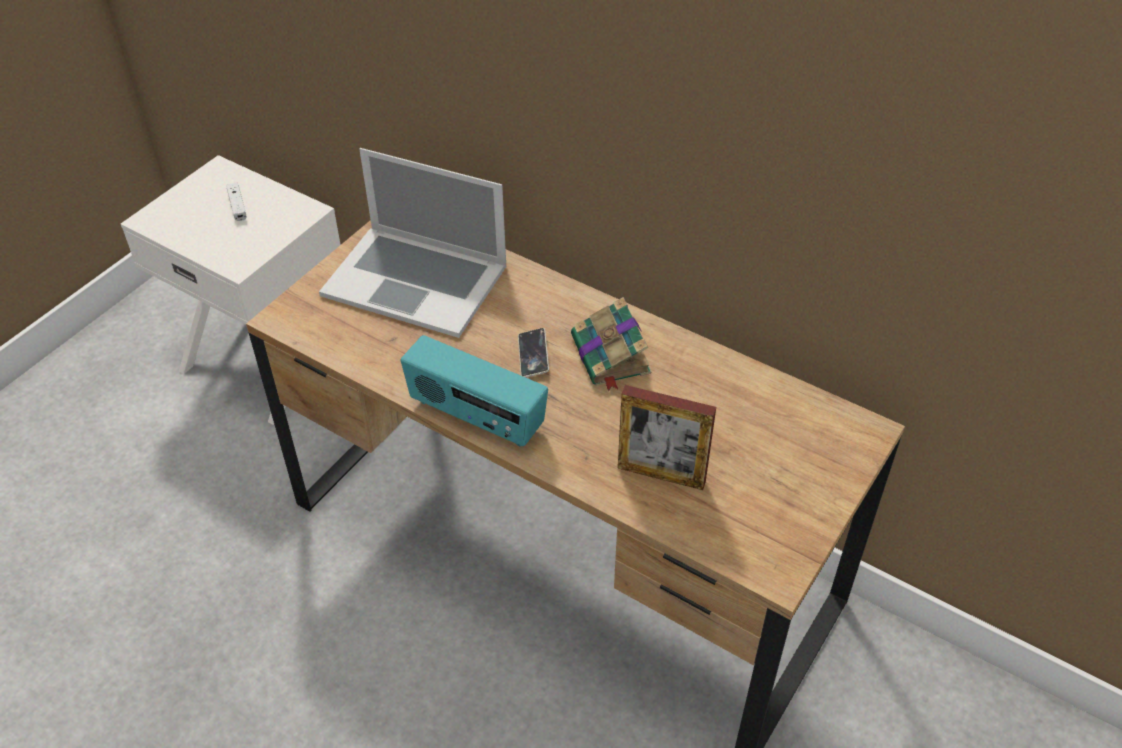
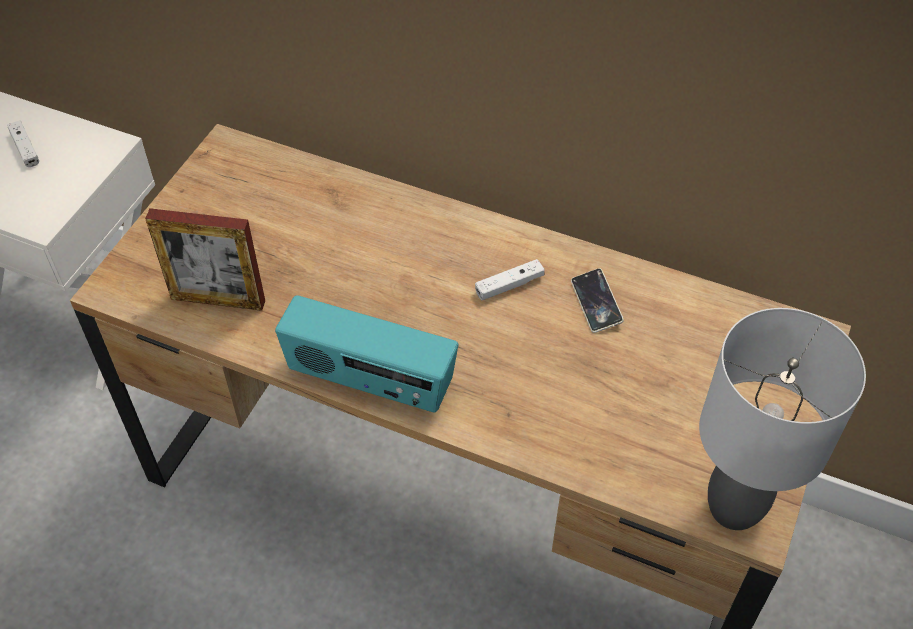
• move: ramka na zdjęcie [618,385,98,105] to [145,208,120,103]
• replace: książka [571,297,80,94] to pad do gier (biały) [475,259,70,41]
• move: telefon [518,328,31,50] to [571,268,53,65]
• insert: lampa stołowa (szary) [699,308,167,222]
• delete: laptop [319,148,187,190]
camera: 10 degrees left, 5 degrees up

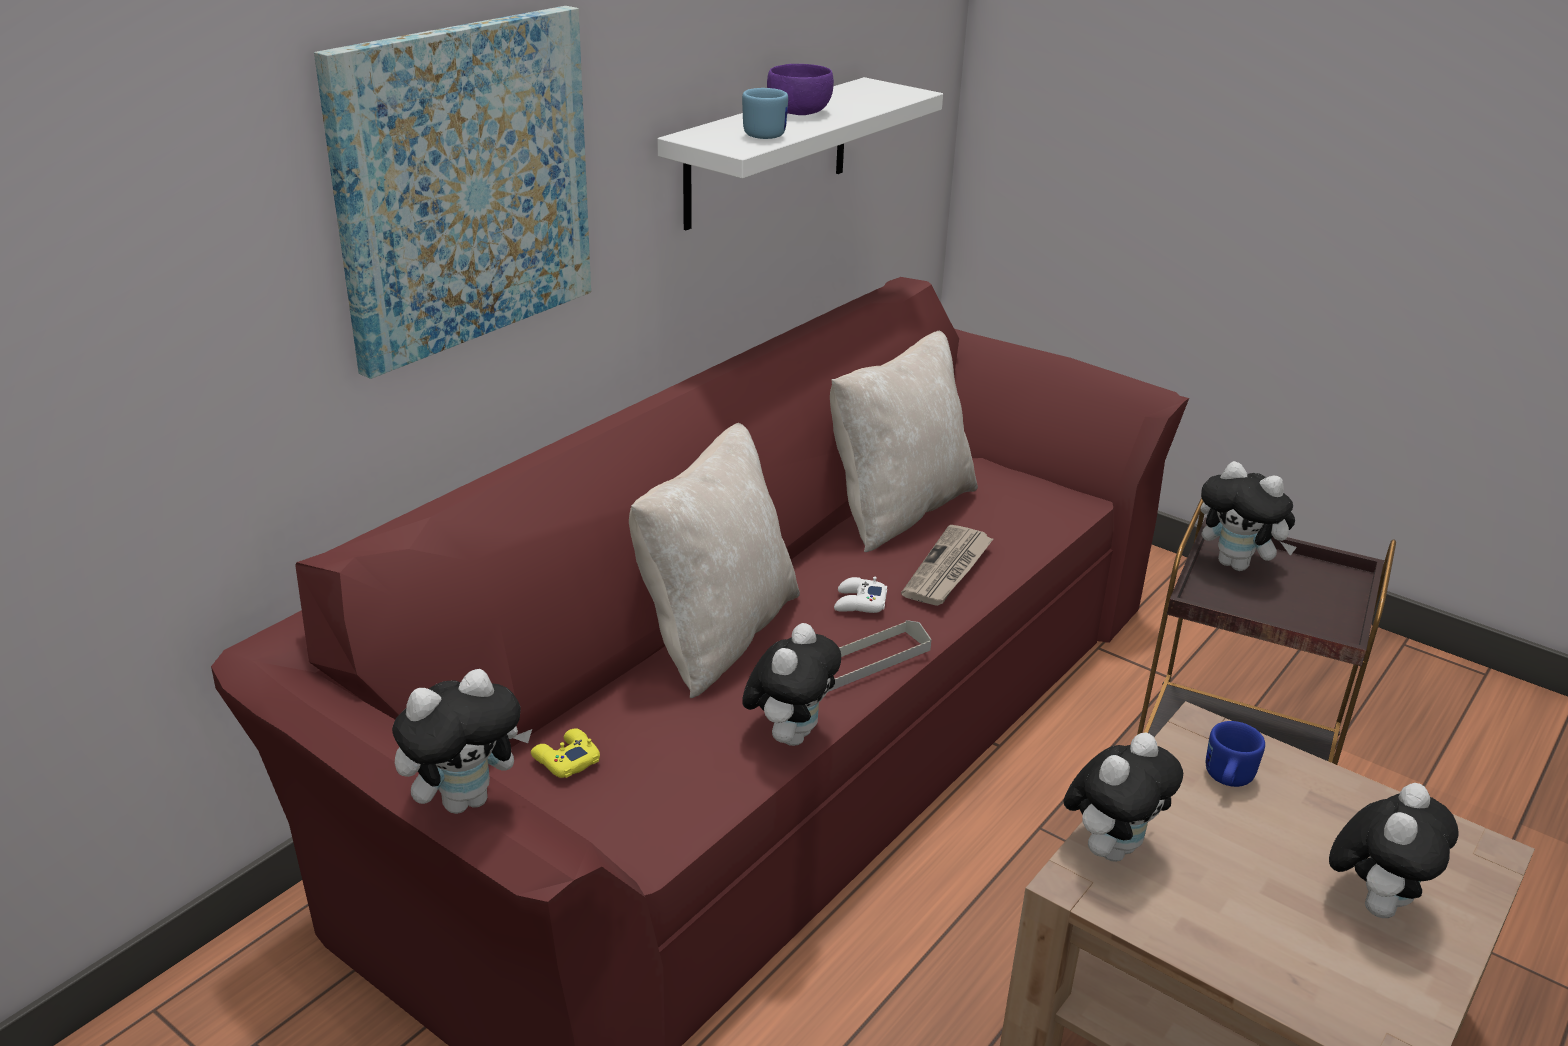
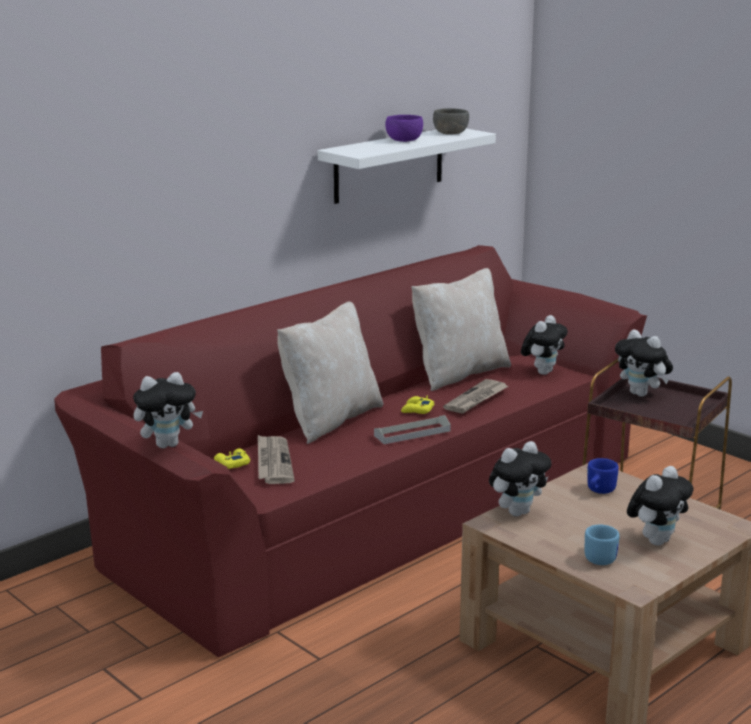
• insert: gazeta [258,435,37,49]
• recolor: pad do gier (biały) [834,577,53,36] to pad do gier (żółty) [401,396,33,18]
• insert: miska (szary) [433,108,36,27]
• move: pluszak [742,623,99,123] to [521,315,47,60]
• move: kubek (niebieski) [742,88,46,51] to [585,525,34,40]
• delete: obraz [314,6,277,373]
camera: 10 degrees right, 10 degrees down

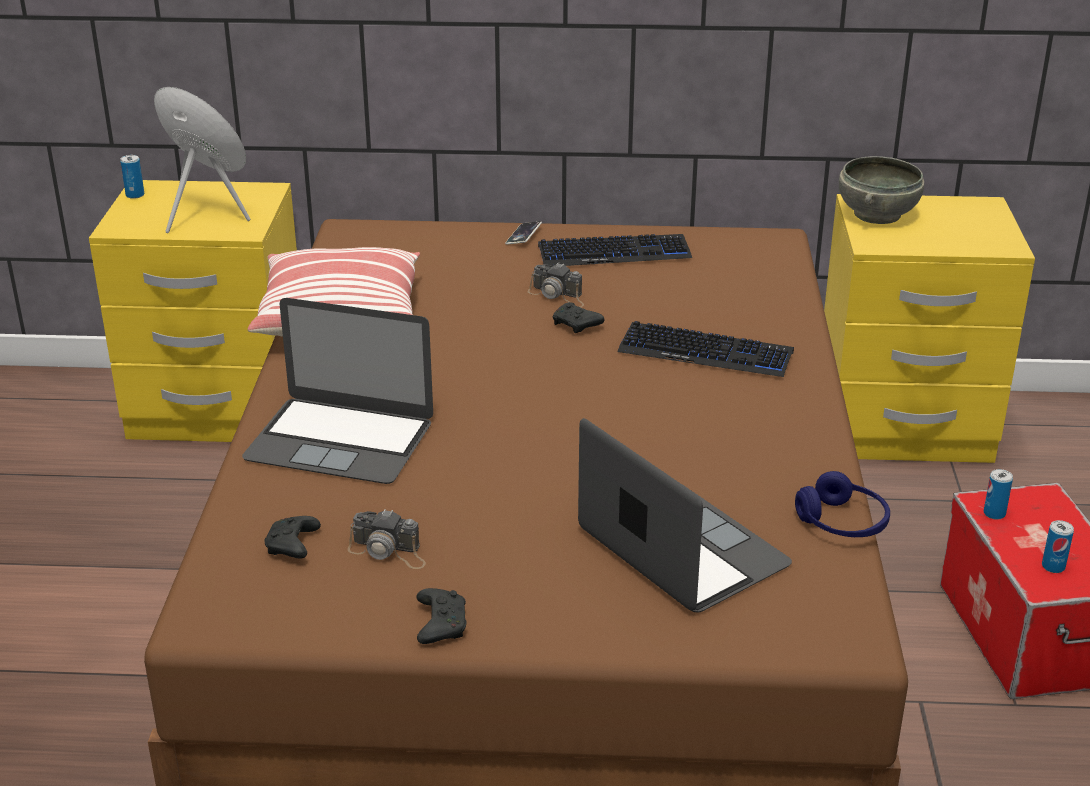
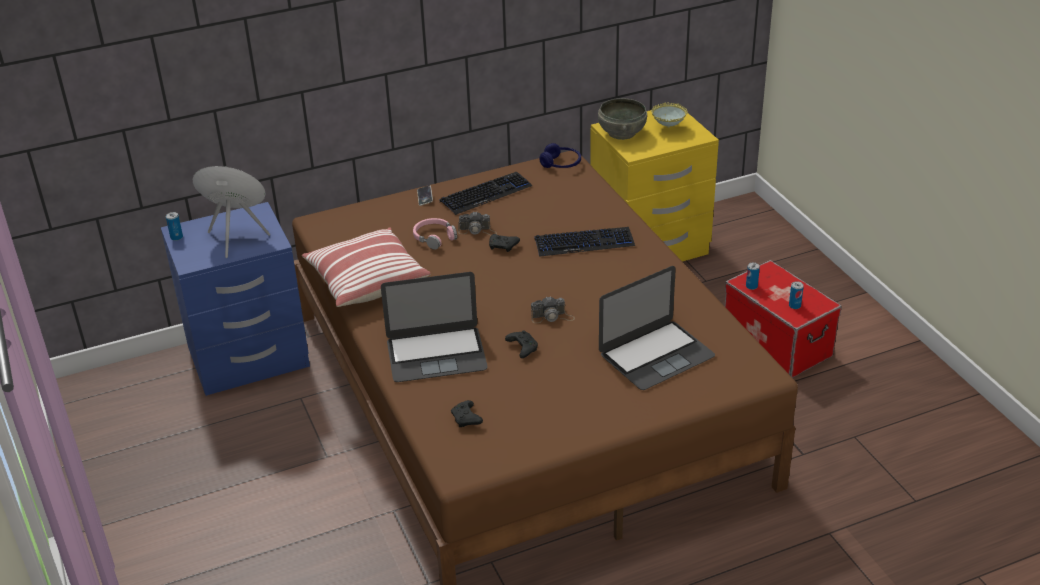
• recolor: szafka nocna (żółty) [89,180,208,262] to szafka nocna (niebieski) [161,202,149,194]
• insert: słuchawki (różowy) [413,218,44,32]
• move: pad do gier (czarny) [416,588,51,56] to [505,330,33,28]
• move: aparat fotograficzny [348,509,78,60] to [531,296,44,27]
• move: słuchawki (niebieski) [795,471,95,66] to [539,143,42,25]
• rotate: laptop [578,418,214,195] = [599,266,116,124] 120 degrees clockwise
• insert: miska [651,102,36,26]
camera: 25 degrees left, 5 degrees up

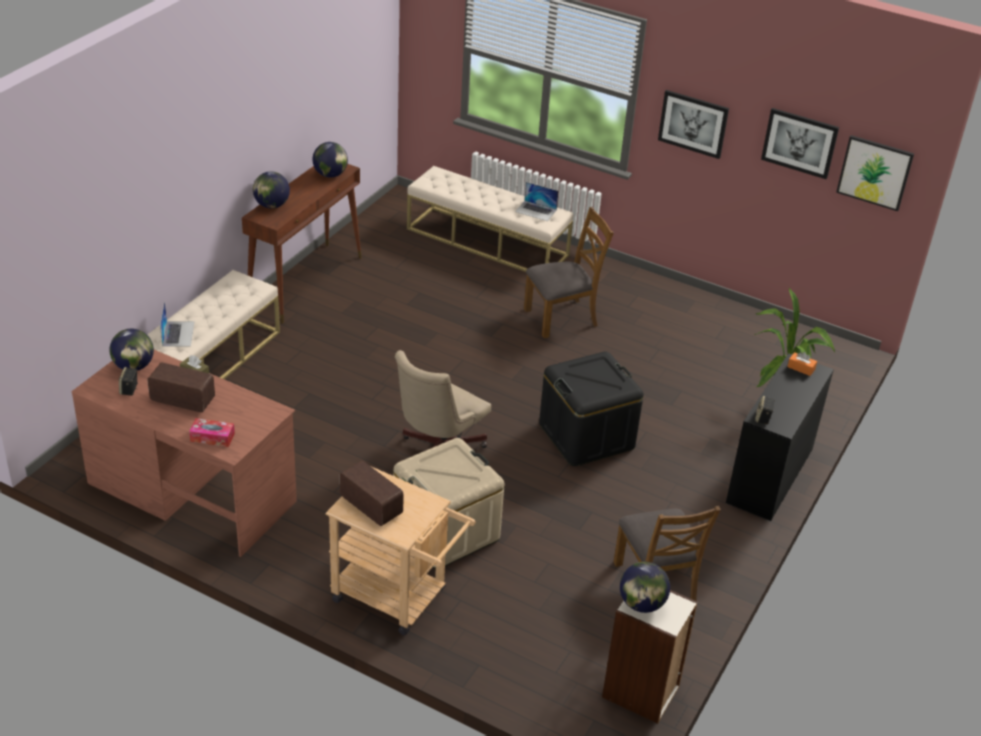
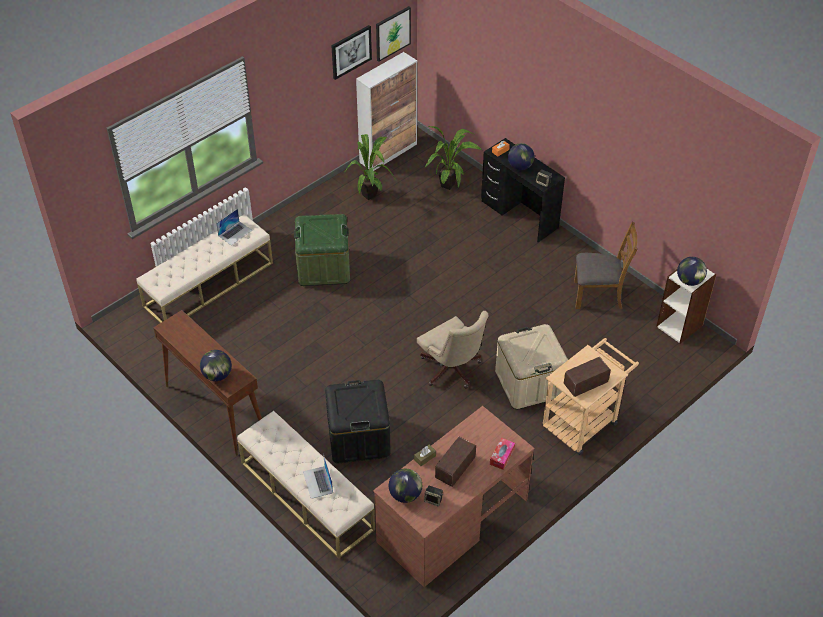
• replace: krzesło (brązowy) [524,207,90,131] to pojemnik do przechowywania (zielony) [294,214,56,72]
• rotate: laptop [160,301,34,46] = [303,454,30,45] 120 degrees counterclockwise
• move: pojemnik do przechowywania (czarny) [539,351,105,115] to [325,380,65,83]
• insert: roślina doniczkowa [345,134,51,66]
• insert: szafka [356,52,61,119]
• move: globus [312,142,36,36] to [508,143,26,27]
• delete: obraz [658,90,71,69]
camera: 70 degrees left, 10 degrees up

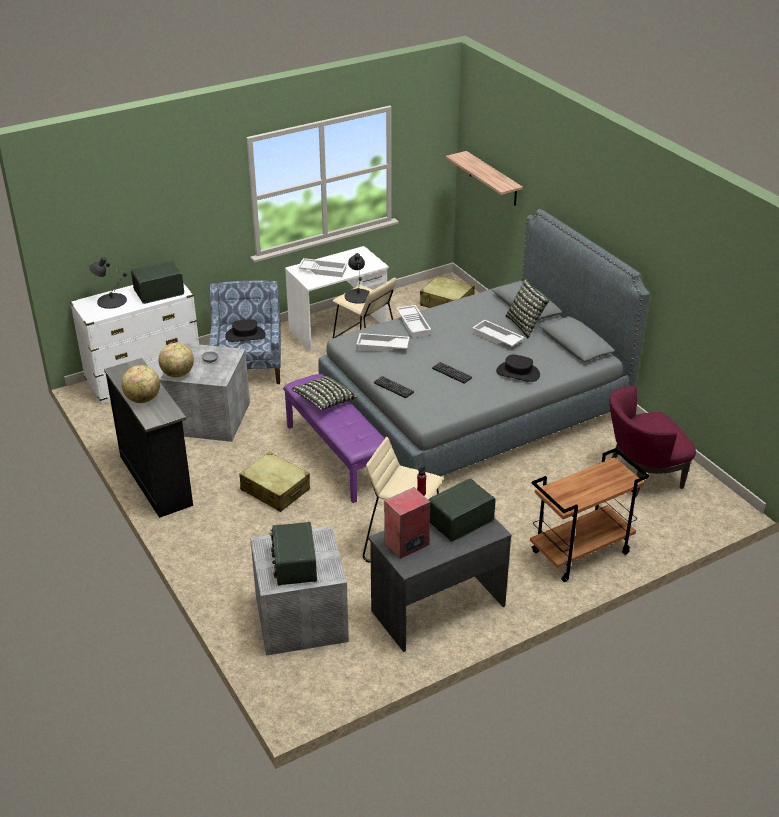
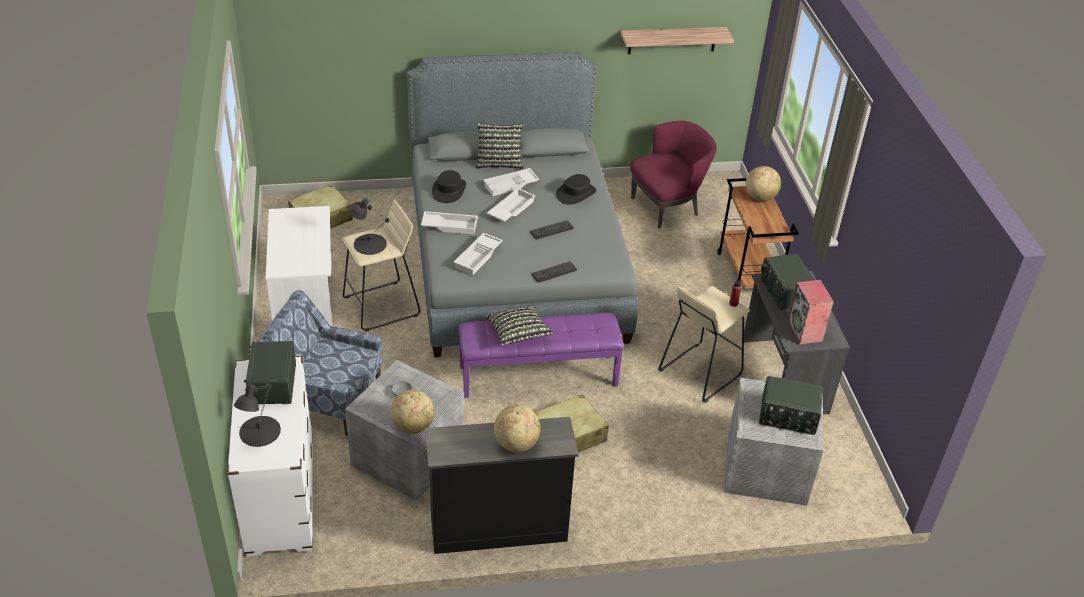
• move: kapelusz (czarny) [225,319,41,23] to [432,170,34,33]
• move: taca (biały) [298,258,49,19] to [487,188,48,34]
• move: półka [446,151,77,55] to [620,27,114,27]
• rotate: fotel (fioletowy) [609,386,87,111] = [630,121,87,107] 120 degrees counterclockwise
• insert: globus [746,166,35,35]
camera: 70 degrees left, 5 degrees up

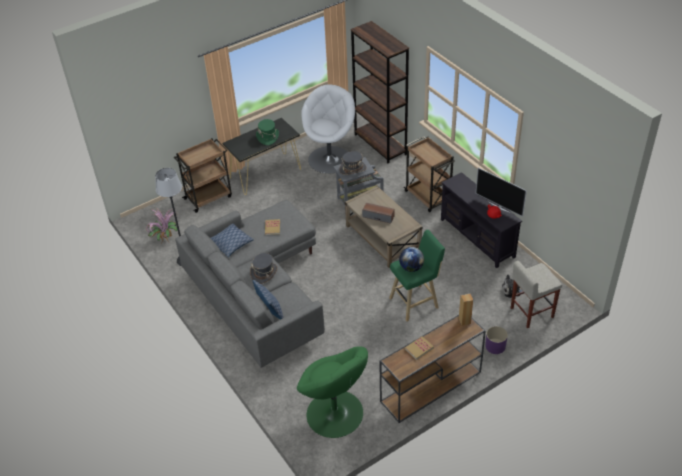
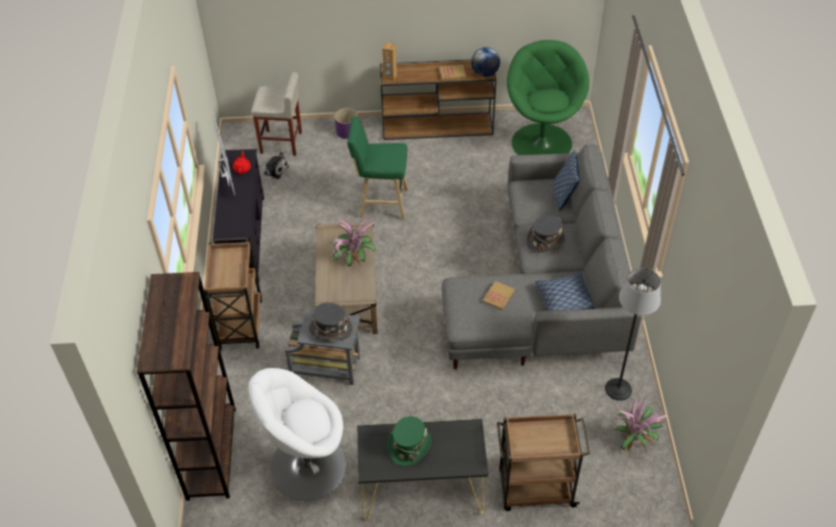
• replace: głośnik [362,203,32,21] to roślina doniczkowa [331,215,45,53]
• move: globus [399,247,25,25] to [471,47,29,30]
camera: 150 degrees left, 5 degrees up

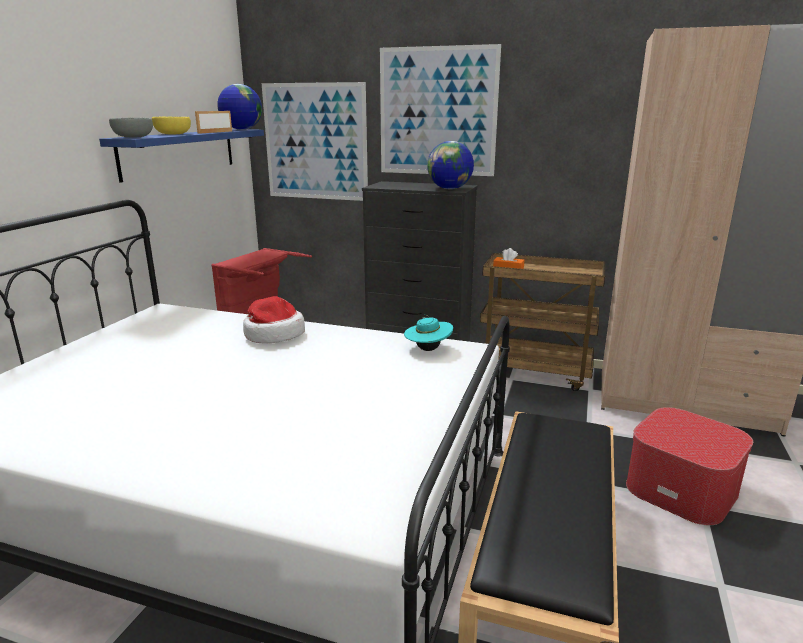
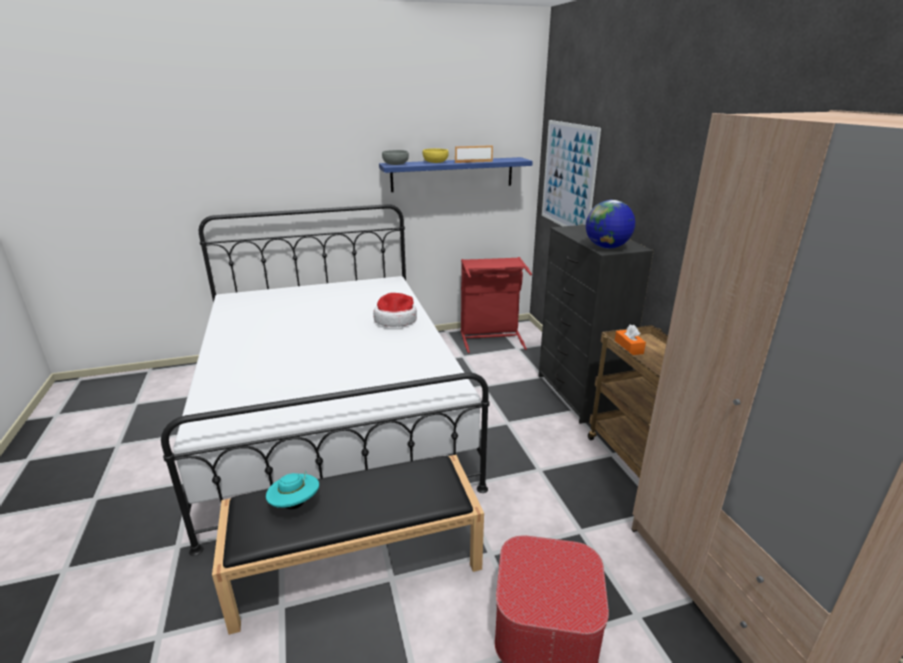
• move: kapelusz (turkusowy) [404,314,49,37] to [266,472,53,37]
• delete: globus [217,84,45,46]
• delete: obraz [380,44,121,132]
camera: 55 degrees right, 5 degrees up

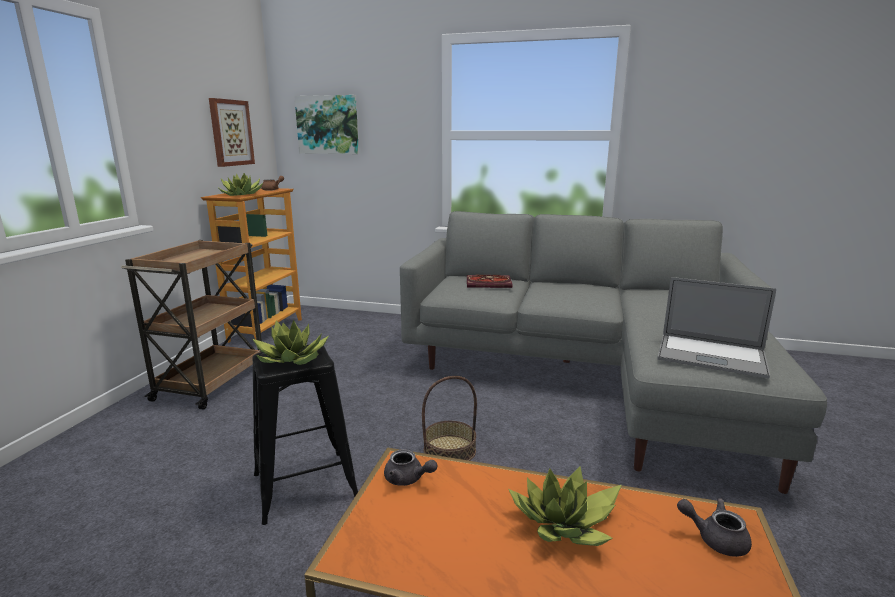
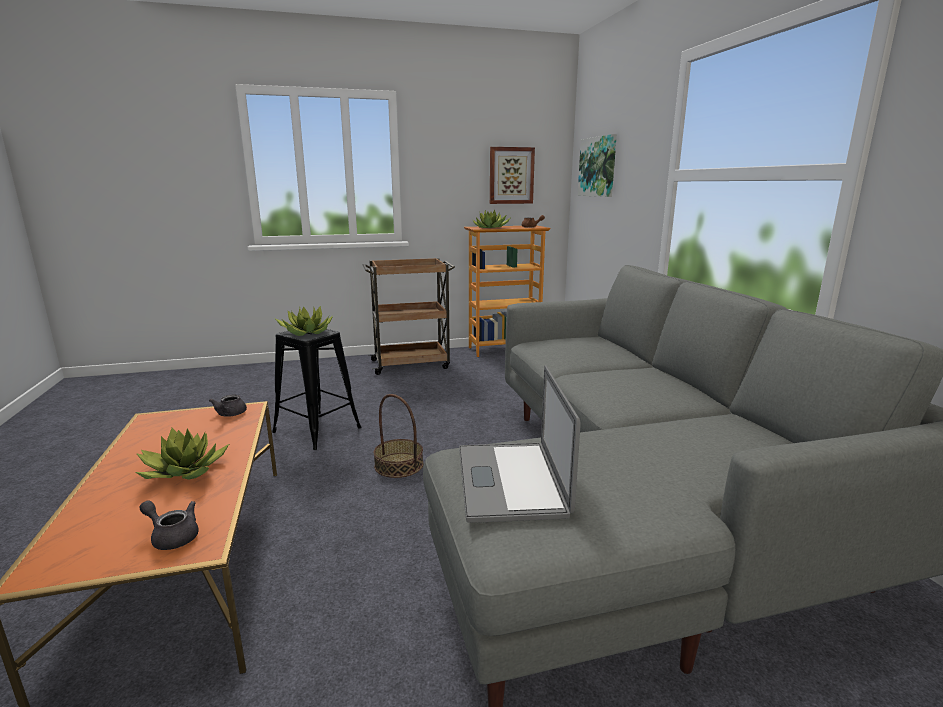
• rotate: imbryk (szary) [677,499,75,58] = [139,501,60,49] 60 degrees counterclockwise
• delete: książka [467,275,45,13]
camera: 60 degrees right, 0 degrees up

